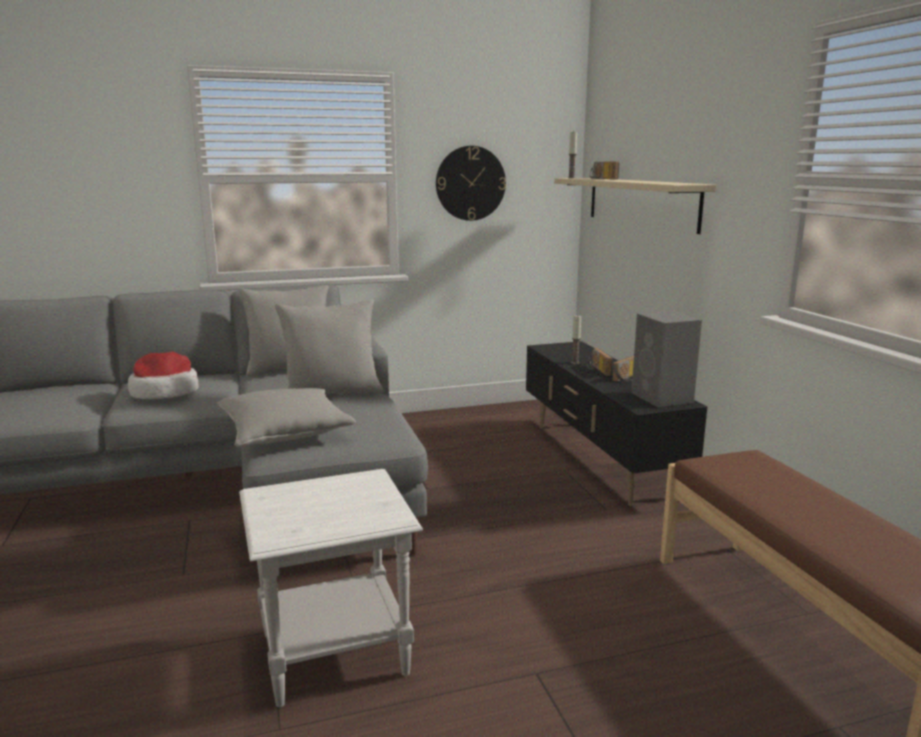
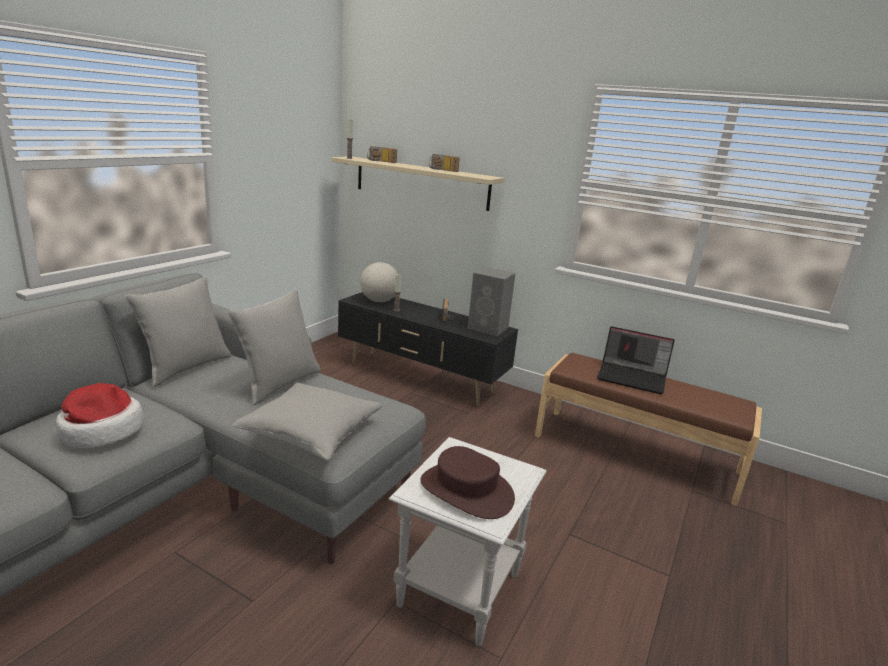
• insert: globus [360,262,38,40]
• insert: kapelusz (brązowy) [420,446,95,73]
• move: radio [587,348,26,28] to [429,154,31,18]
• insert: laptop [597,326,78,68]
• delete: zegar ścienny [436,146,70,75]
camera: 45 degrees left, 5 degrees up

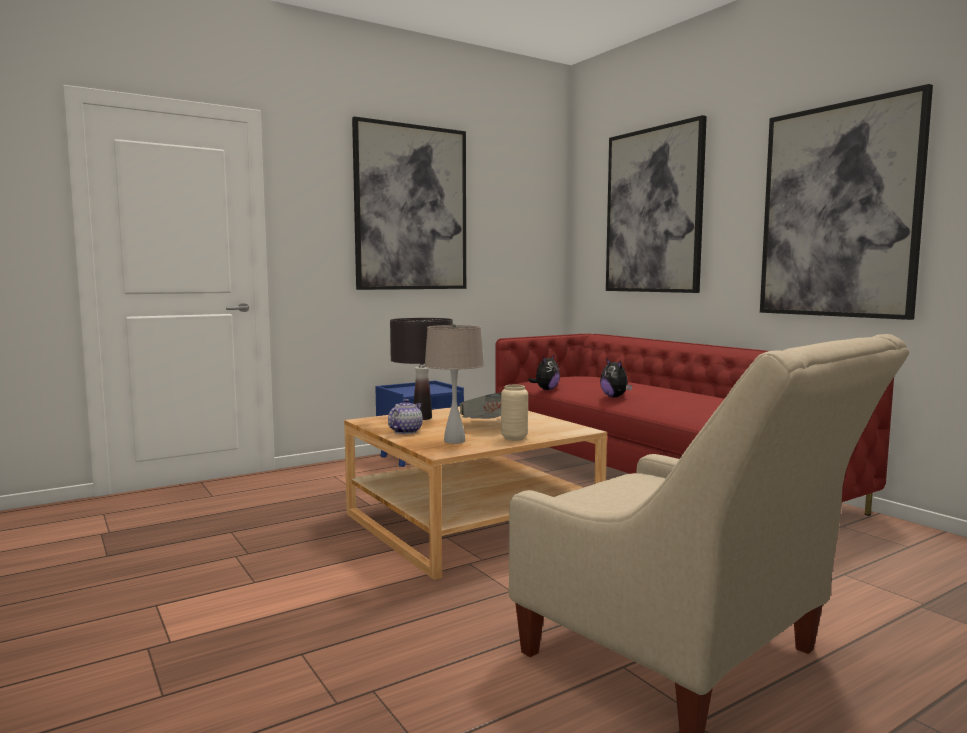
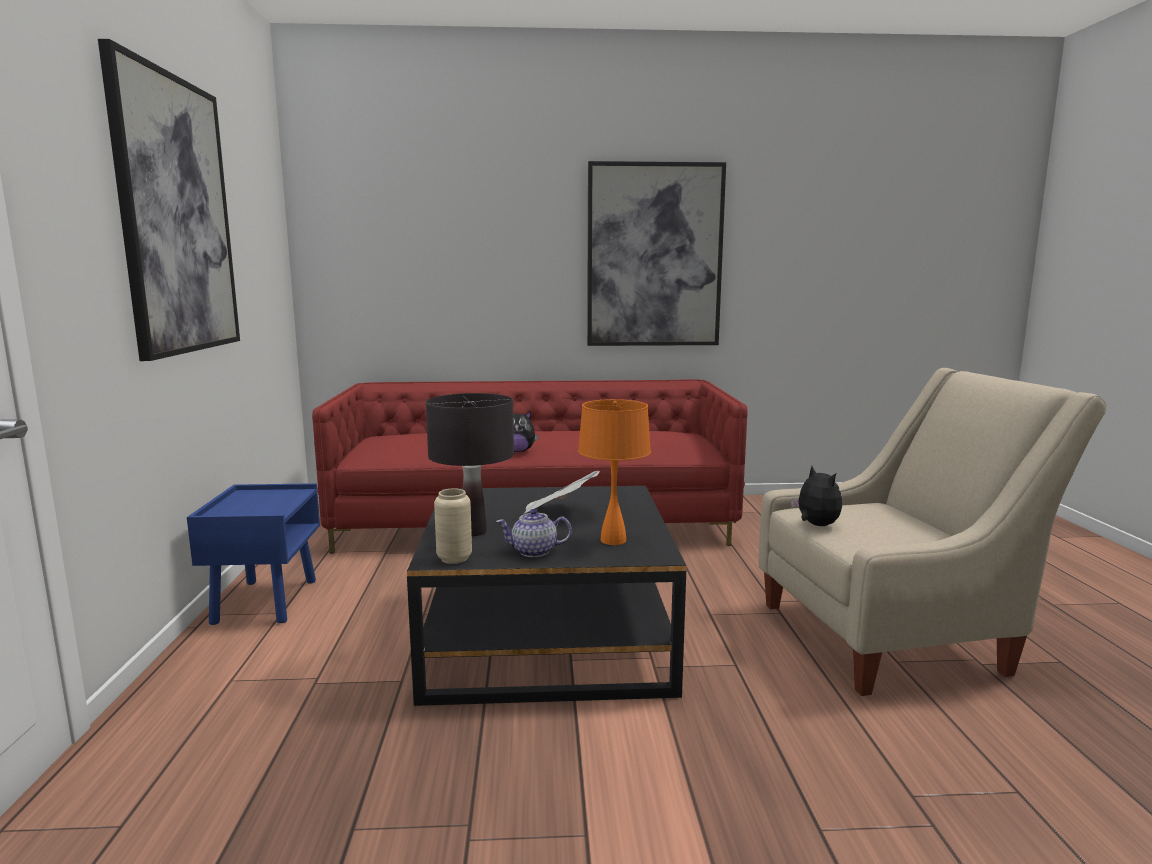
• recolor: ława (beżowy) [344,406,263,174] to ława (czarny) [407,486,279,220]
• move: wazon (beżowy) [501,385,27,56] to [434,489,38,75]
• rotate: imbryk [388,399,35,35] = [496,509,76,48] 60 degrees counterclockwise
• recolor: lampa stołowa (beżowy) [424,324,60,120] to lampa stołowa (pomarańczowy) [578,399,73,146]
• move: pluszak [528,355,32,35] to [791,466,51,60]
• delete: obraz [606,115,101,178]
camera: 60 degrees left, 5 degrees up

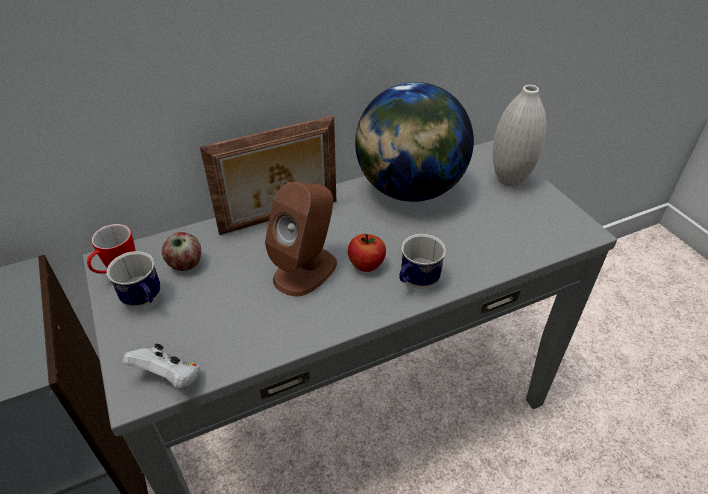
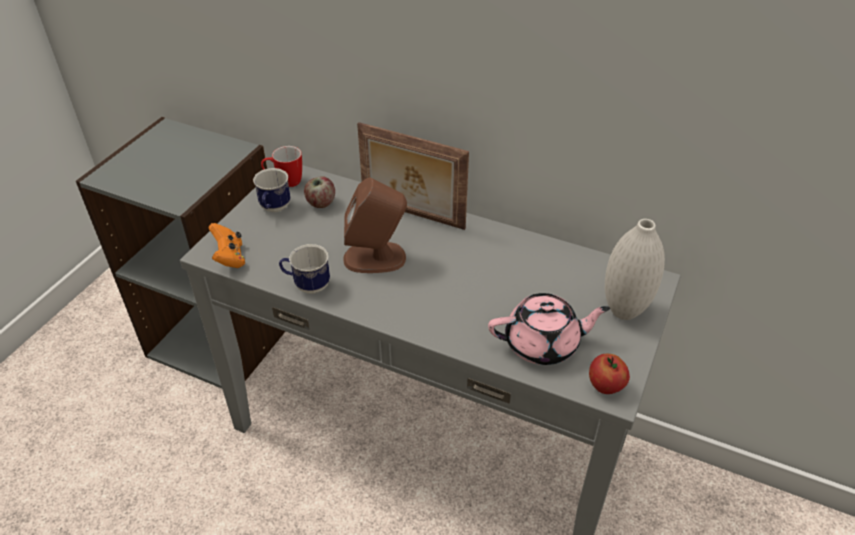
• recolor: pad do gier (biały) [122,344,79,44] to pad do gier (pomarańczowy) [209,223,36,45]
• move: kubek [399,234,47,55] to [279,244,51,50]
• insert: imbryk (różowy) [488,293,122,72]
• move: jabłko [348,234,38,38] to [589,354,41,40]
• delete: globus [355,82,119,120]
camera: 50 degrees right, 0 degrees up

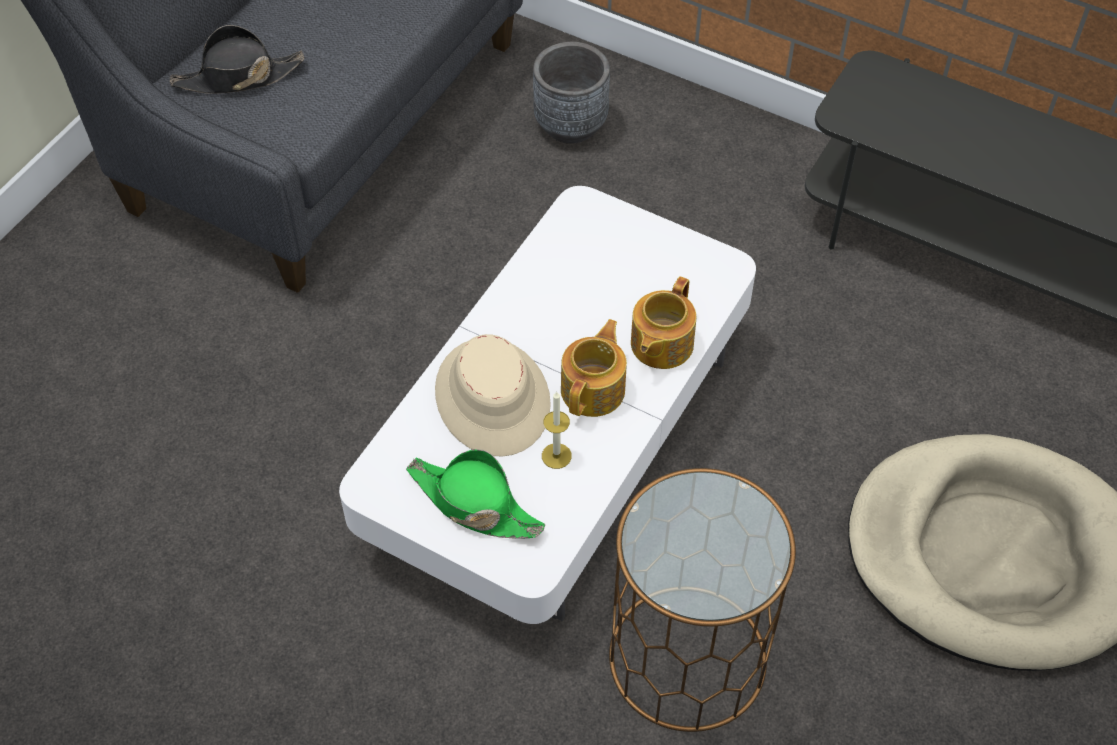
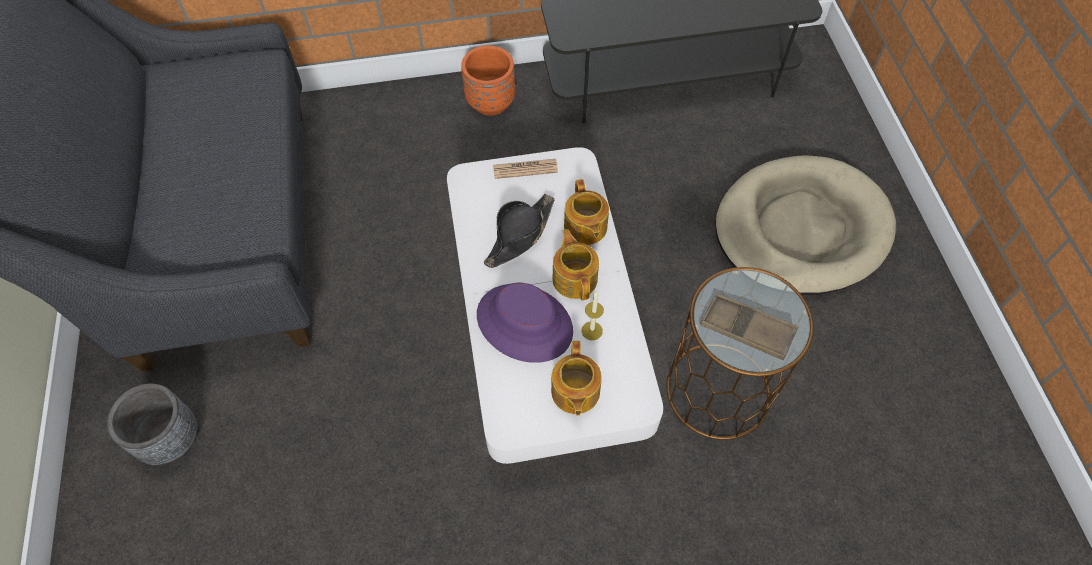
• move: donica (szary) [533,42,77,102] to [107,384,90,81]
• insert: donica (pomarańczowy) [461,45,54,71]
• recolor: kapelusz (beżowy) [435,334,116,123] to kapelusz (fioletowy) [477,283,96,80]
• move: kapelusz (czarny) [170,25,134,69] to [484,194,71,74]
• insert: gazeta [493,159,65,20]
• replace: kapelusz (zielony) [406,449,140,89] to imbryk [551,341,51,75]
• insert: taca (brązowy) [700,294,99,66]
camera: 40 degrees left, 5 degrees up

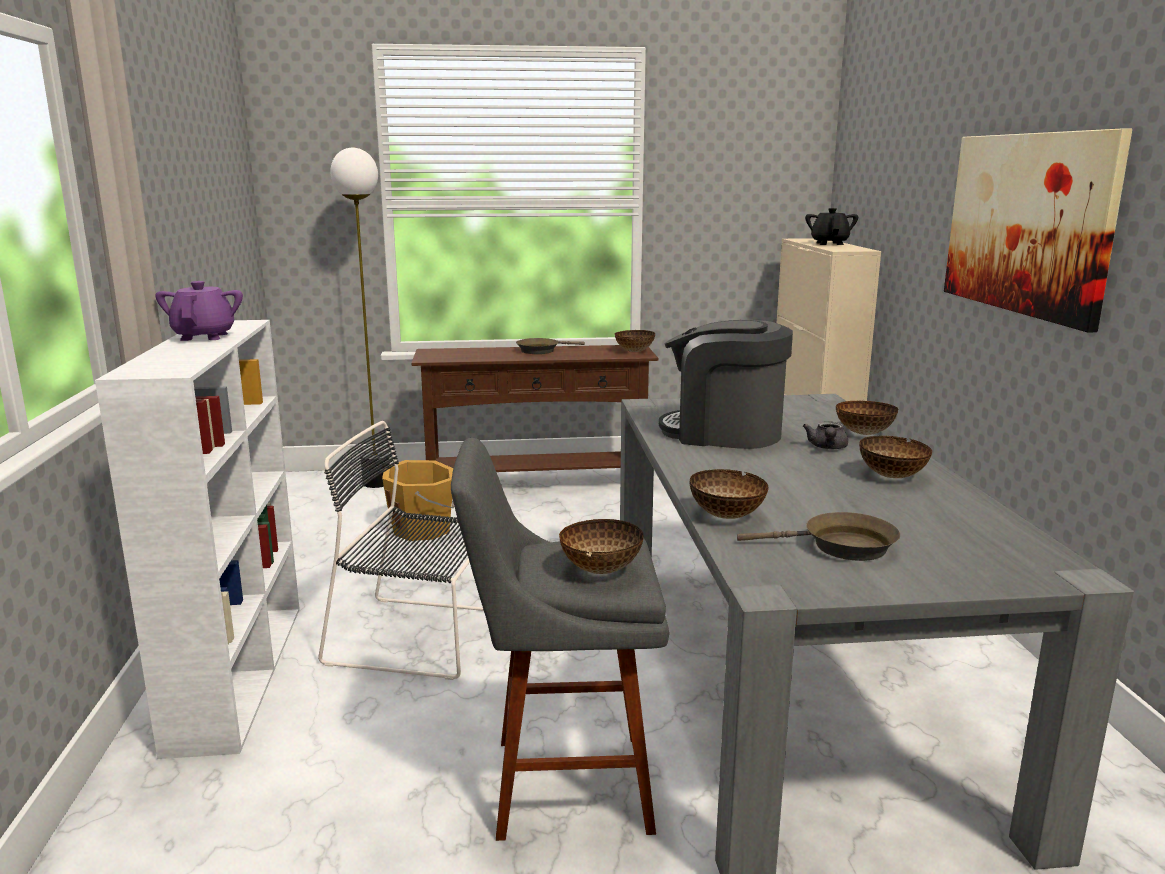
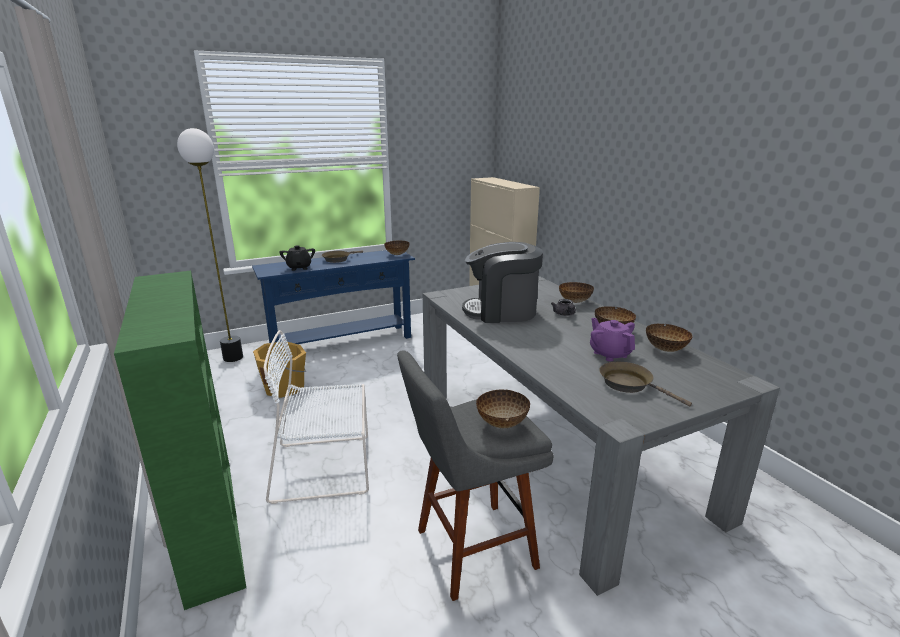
• recolor: regał (biały) [95,320,205,439] to regał (zielony) [114,271,132,339]
• recolor: stolik konsolowy (brązowy) [411,345,247,127] to stolik konsolowy (niebieski) [252,250,163,94]
• recolor: krzesło (czarny) [318,421,166,259] to krzesło (biały) [264,330,105,174]
• move: imbryk (czarny) [805,208,53,37] to [279,245,36,26]
• move: imbryk (fioletowy) [155,281,88,60] to [590,318,45,43]
• rotate: patelnia (brązowy) [737,512,163,49] = [599,362,93,44] 120 degrees counterclockwise
• move: miska [689,469,80,50] to [646,324,47,28]
• delete: obraz [944,129,188,203]
camera: 20 degrees left, 5 degrees up

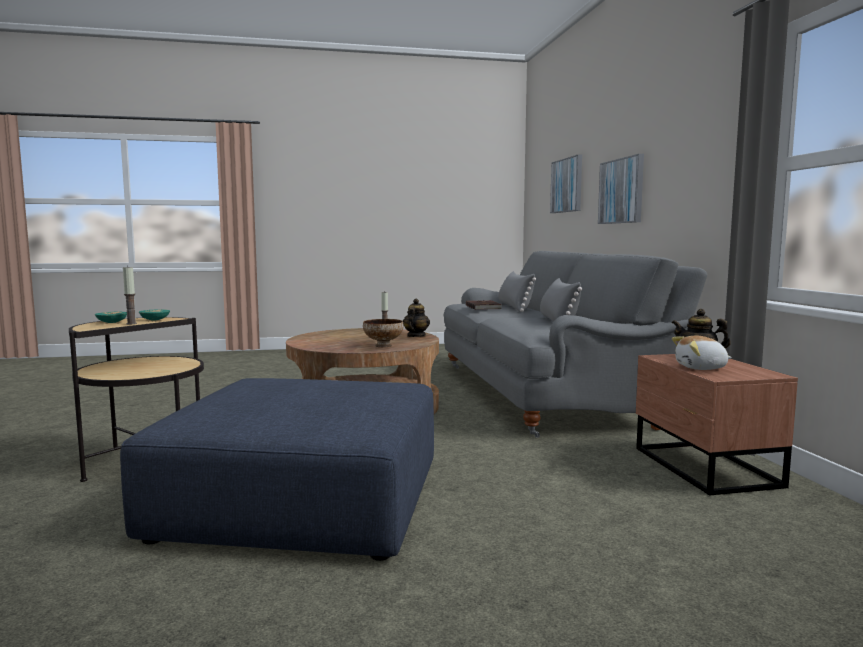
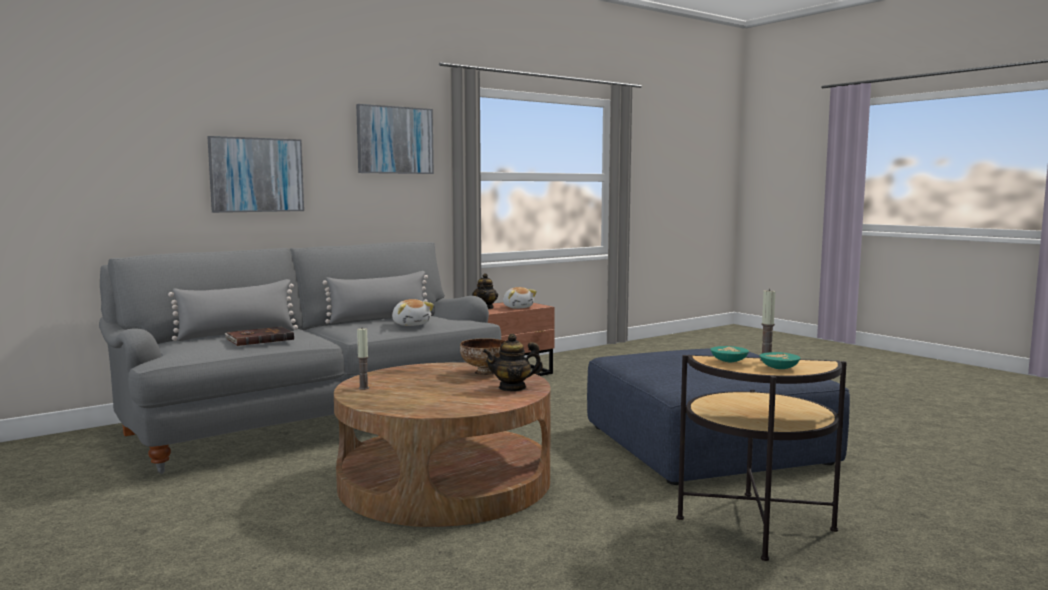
• move: obraz [550,154,32,59] to [356,104,78,70]
• insert: pluszak [392,299,42,27]
• move: imbryk [403,299,27,38] to [483,334,60,58]
camera: 115 degrees left, 0 degrees up

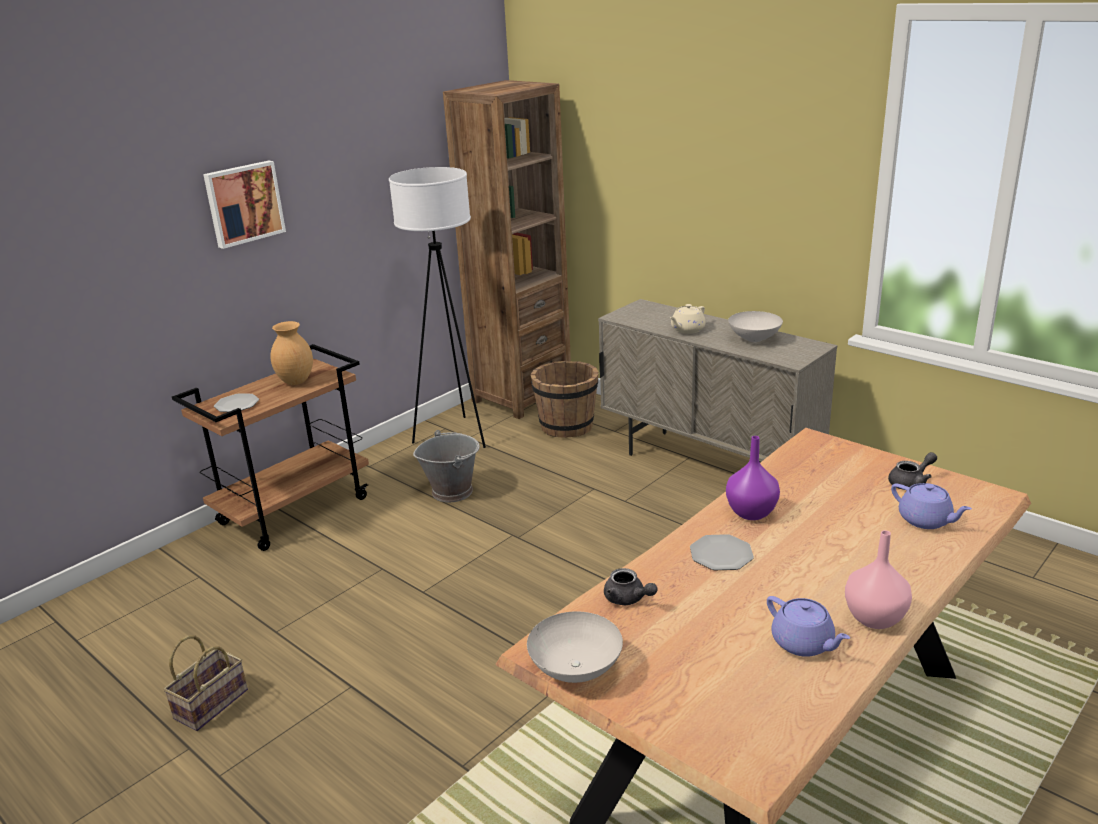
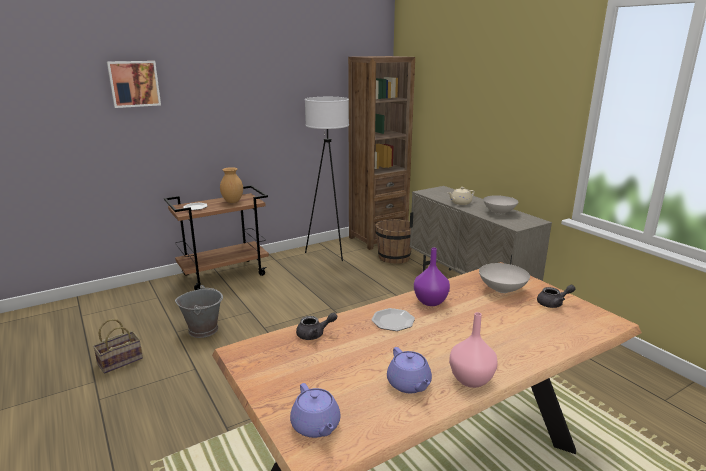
• move: obraz [203,161,83,88] to [107,61,54,47]
• move: wiadro (szary) [413,430,67,72] to [175,285,48,53]
• move: imbryk (fioletowy) [891,483,81,46] to [290,383,51,55]
• rotate: imbryk (szary) [604,568,54,37] = [296,312,41,28] 75 degrees counterclockwise
• move: miska (biały) [527,611,96,72] to [479,263,51,30]
camera: 15 degrees right, 5 degrees down

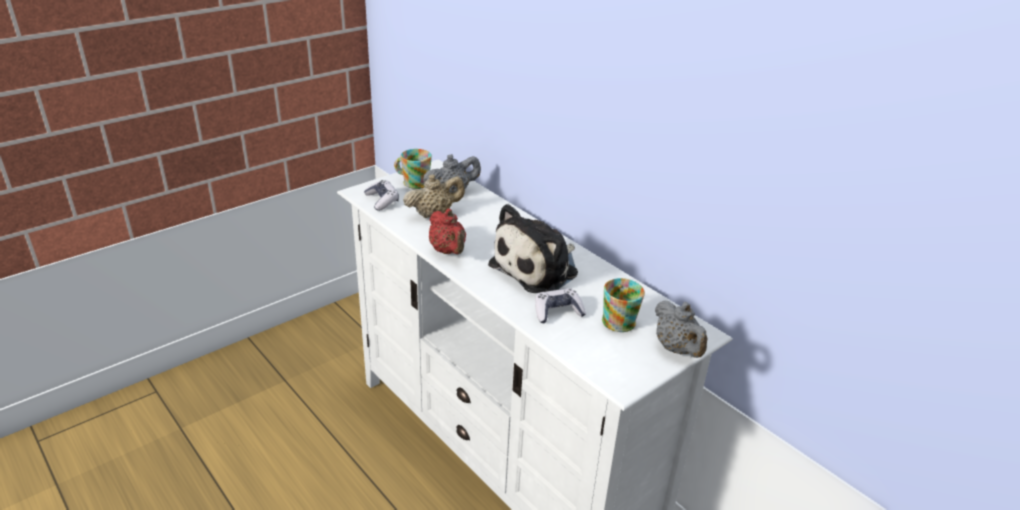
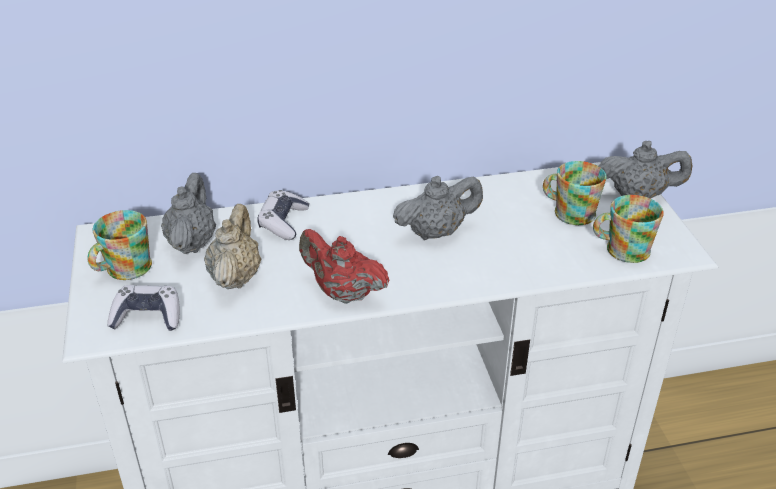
• move: pad do gier [535,288,51,35] to [257,190,52,50]
• rotate: imbryk (czerwony) [429,209,37,45] = [299,229,91,75] 150 degrees counterclockwise
• replace: pluszak [488,204,90,89] to imbryk (szary) [393,176,90,64]
• insert: kubek [593,195,71,68]
camera: 60 degrees left, 5 degrees up

